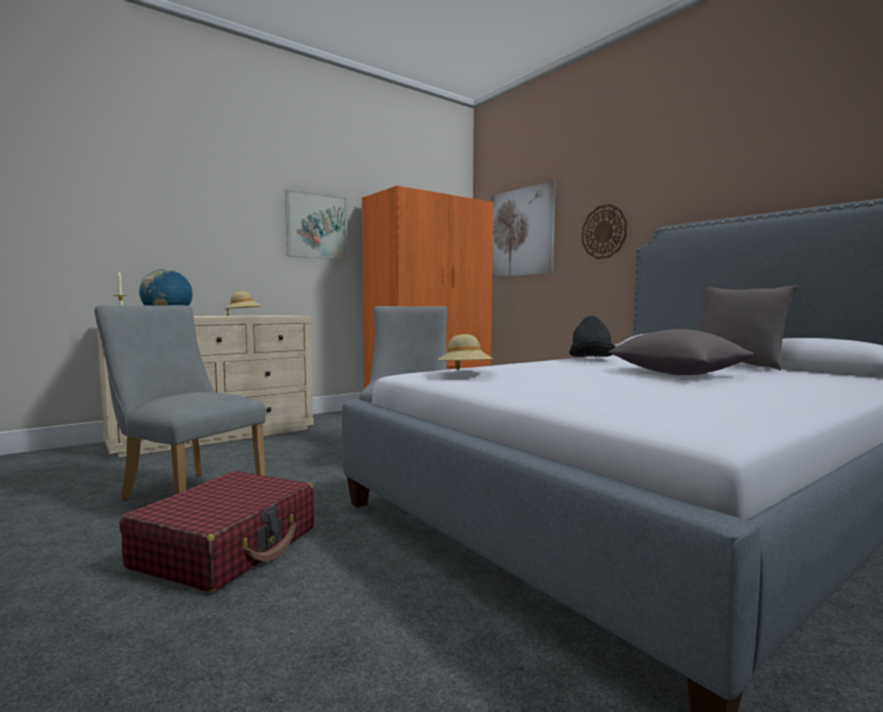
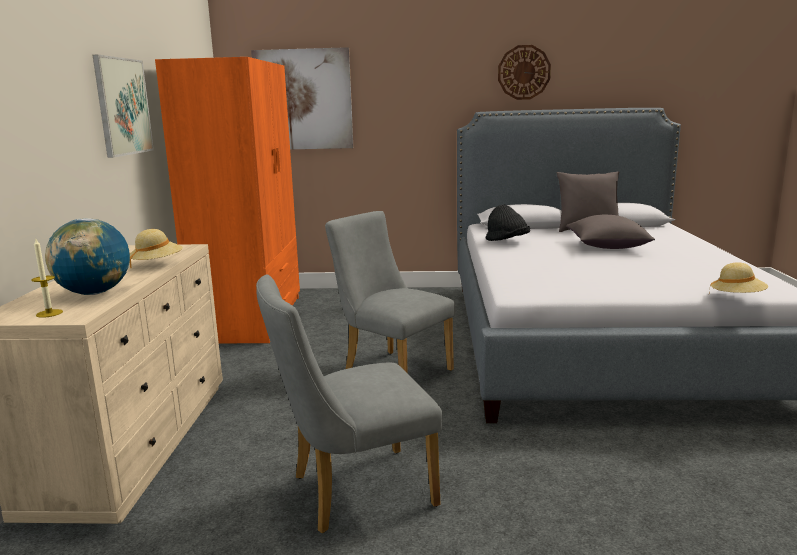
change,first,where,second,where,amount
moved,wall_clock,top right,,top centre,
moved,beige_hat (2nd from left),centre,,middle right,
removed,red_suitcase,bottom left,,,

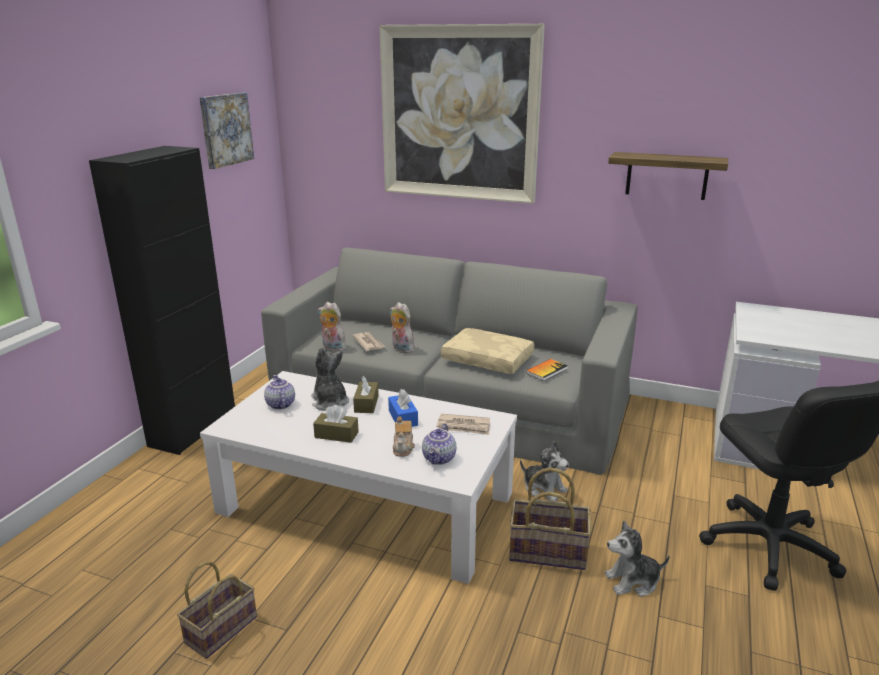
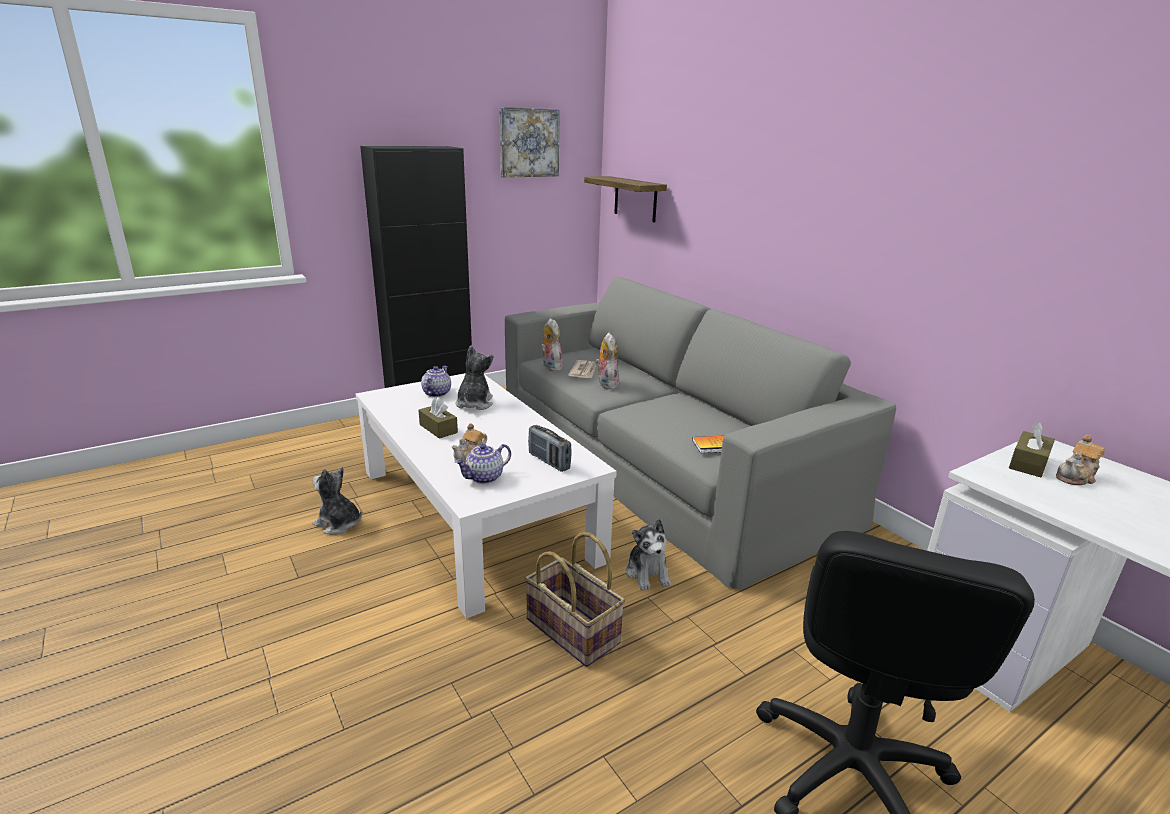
change,first,where,second,where,amount
moved,plush_toy (5th from left in the first image),bottom right,plush_toy (1st from left),middle left,
replaced,newspaper (2nd from left),centre,radio,centre,
moved,shelf,top right,,top centre,
moved,brown_tissue_box (2nd from left),centre,,middle right,
added,,,teapot (4th from left),middle right,
removed,basket (1st from left),bottom left,,,
removed,picture (2nd from left),top centre,,,
removed,blue_tissue_box,centre,,,
removed,beige_pillow,centre,,,

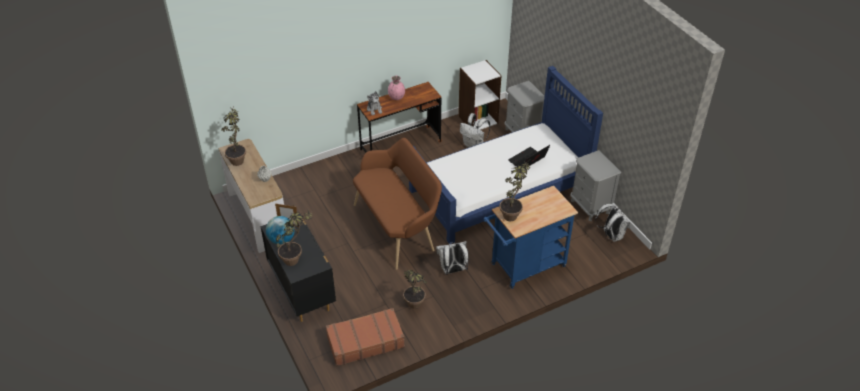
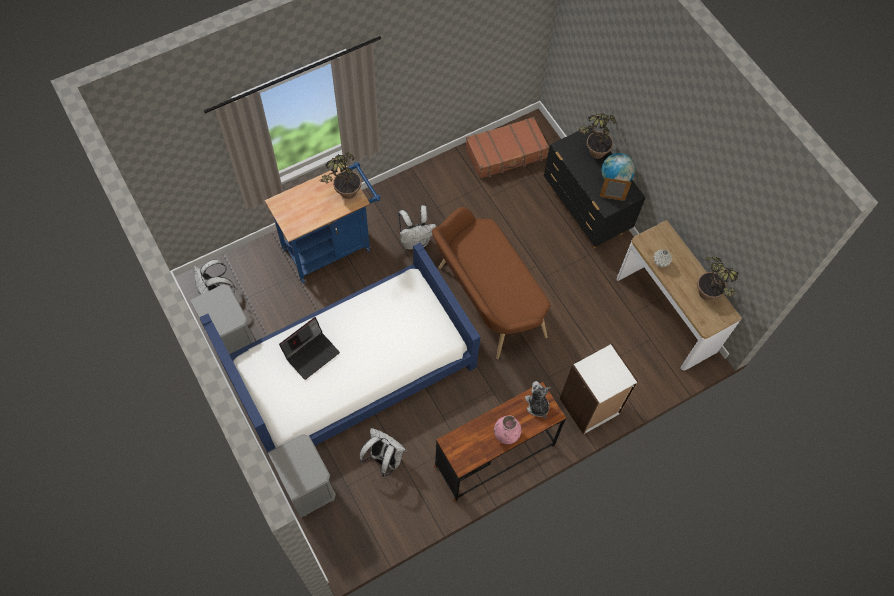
change,first,where,second,where,amount
moved,white_bookcase,top centre,,middle right,
removed,potted_plant (3rd from left),bottom centre,,,

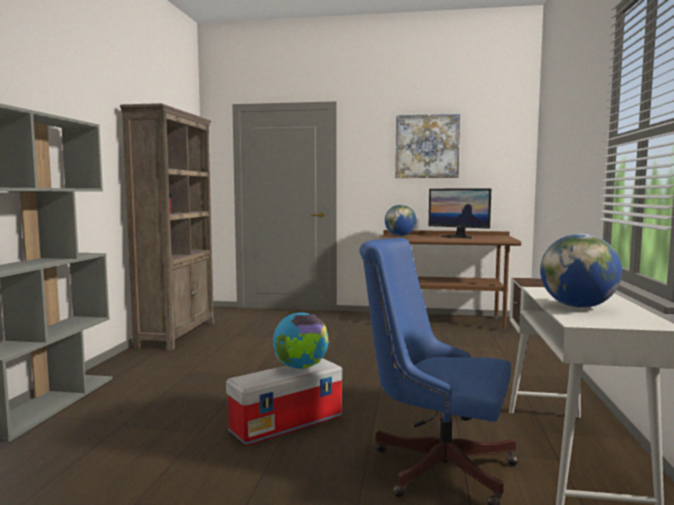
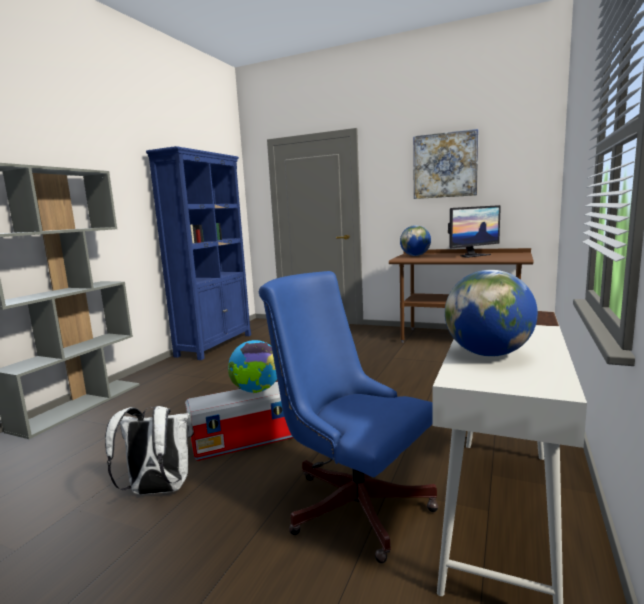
change,first,where,second,where,amount
added,,,white_backpack,bottom left,
recoloured,brown_bookcase,middle left,blue_bookcase,middle left,
turned,monitor,middle right,,middle right,75 degrees counterclockwise

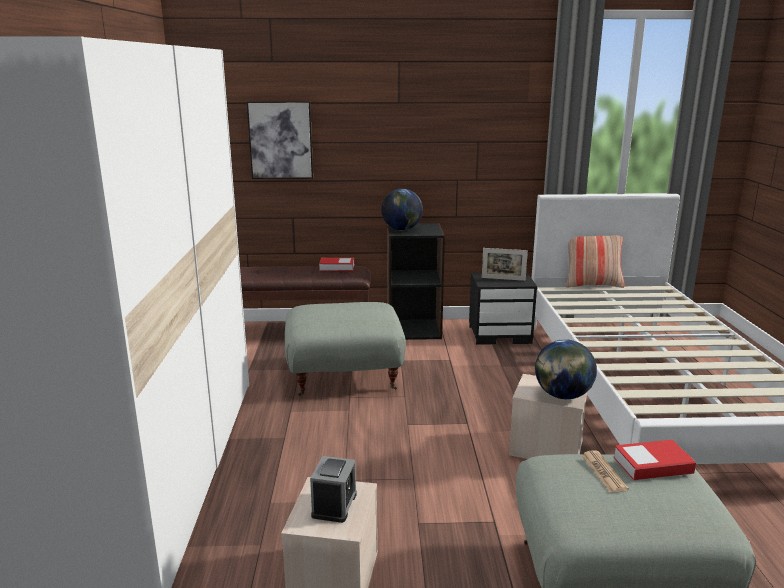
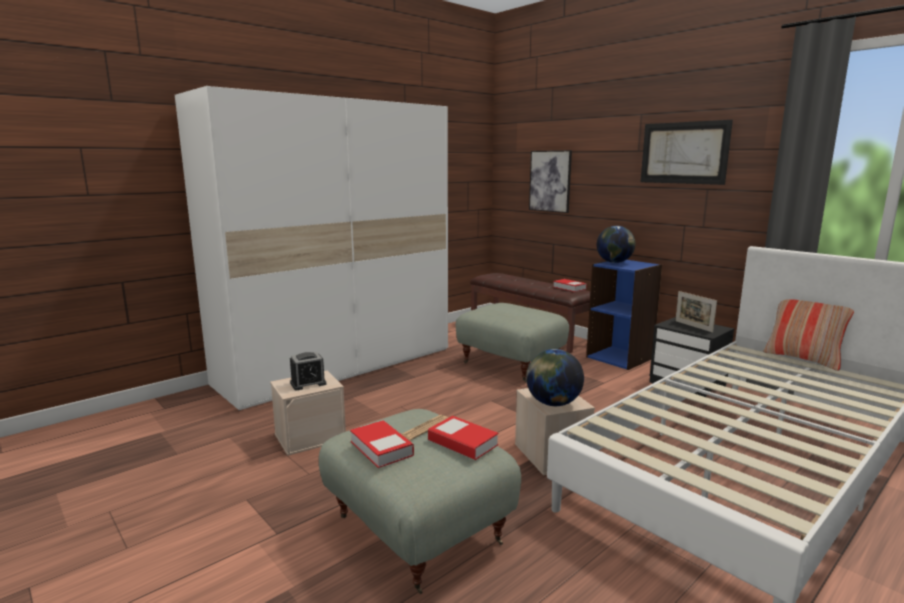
change,first,where,second,where,amount
added,,,book (1st from left),bottom centre,
recoloured,black_bookcase,centre,blue_bookcase,middle right,
added,,,picture (2nd from left),top right,

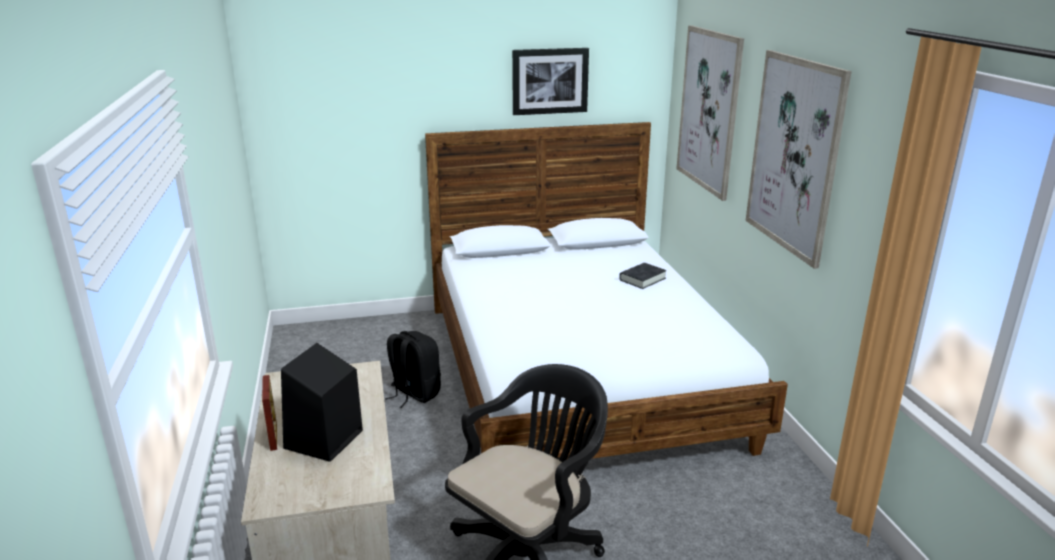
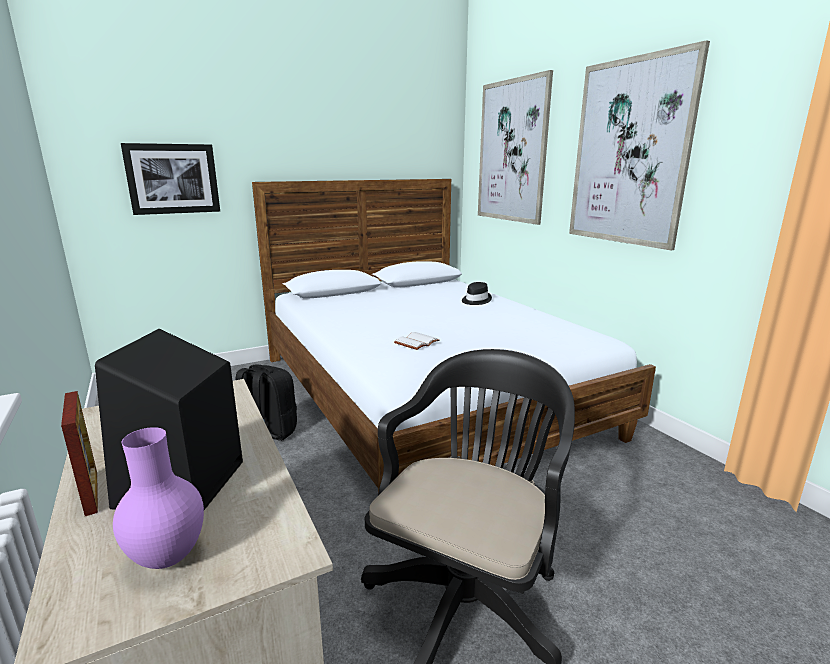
change,first,where,second,where,amount
added,,,purple_vase,bottom left,
moved,picture (1st from left),top centre,,top left,
added,,,white_book,centre,
replaced,black_book,centre,black_hat,centre,

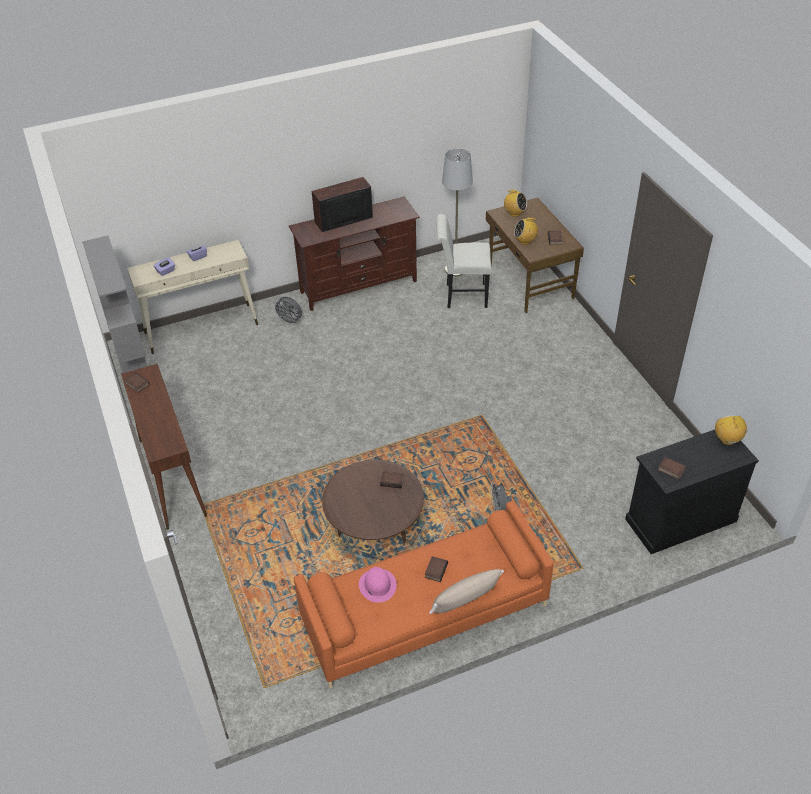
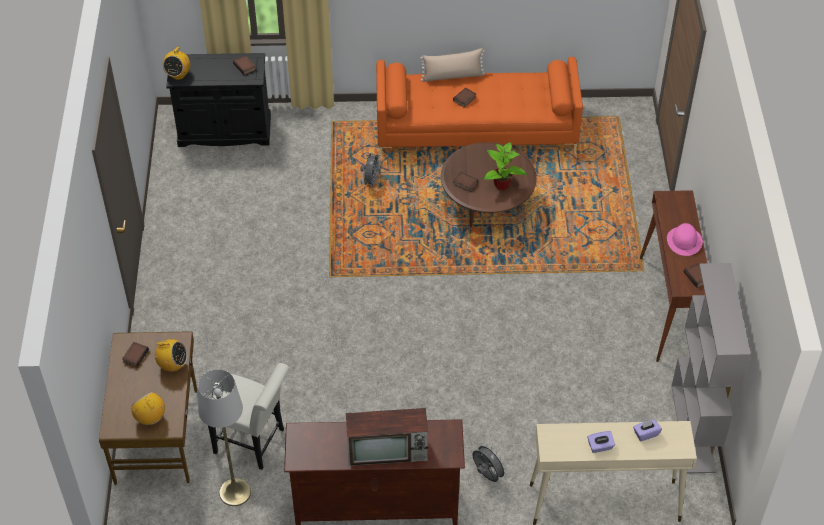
change,first,where,second,where,amount
added,,,potted_plant,top centre,
moved,pink_hat,bottom centre,,middle right,

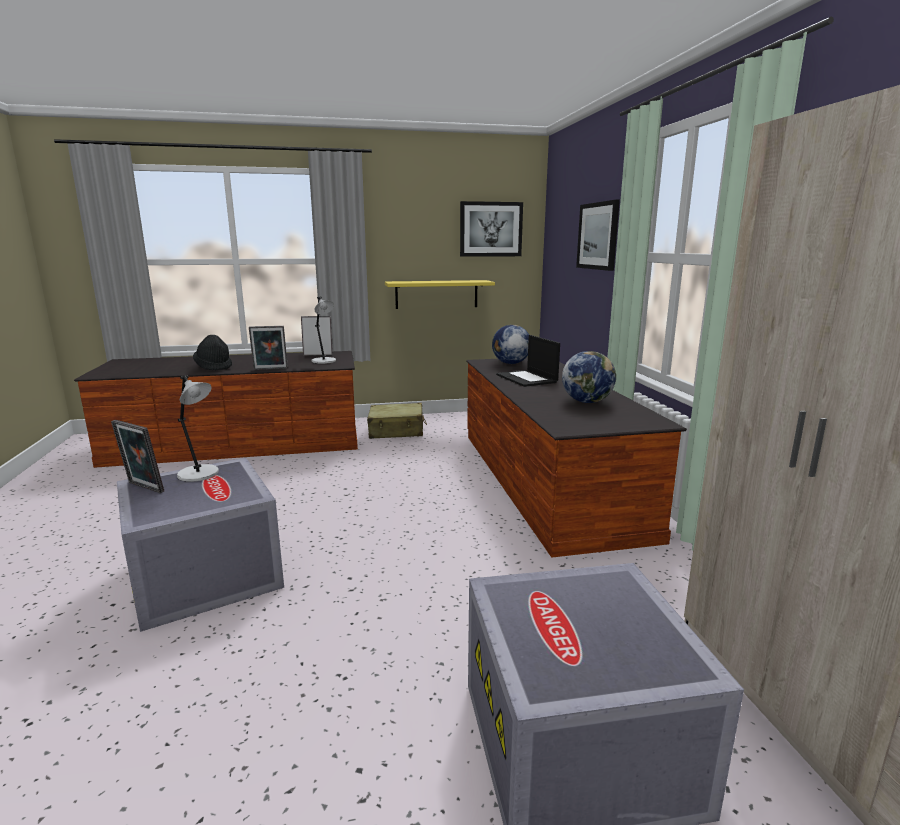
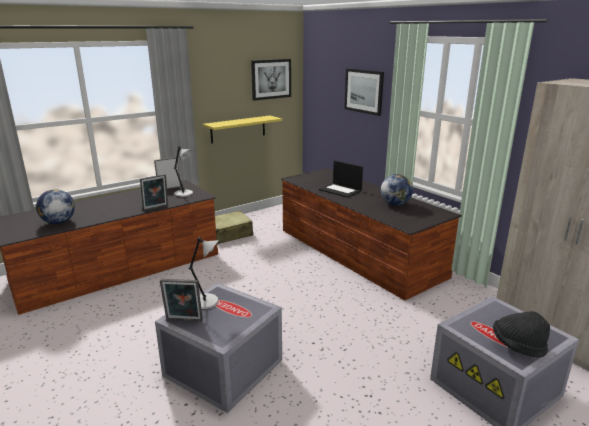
change,first,where,second,where,amount
moved,globe (1st from left),centre,,middle left,
moved,black_hat,middle left,,bottom right,

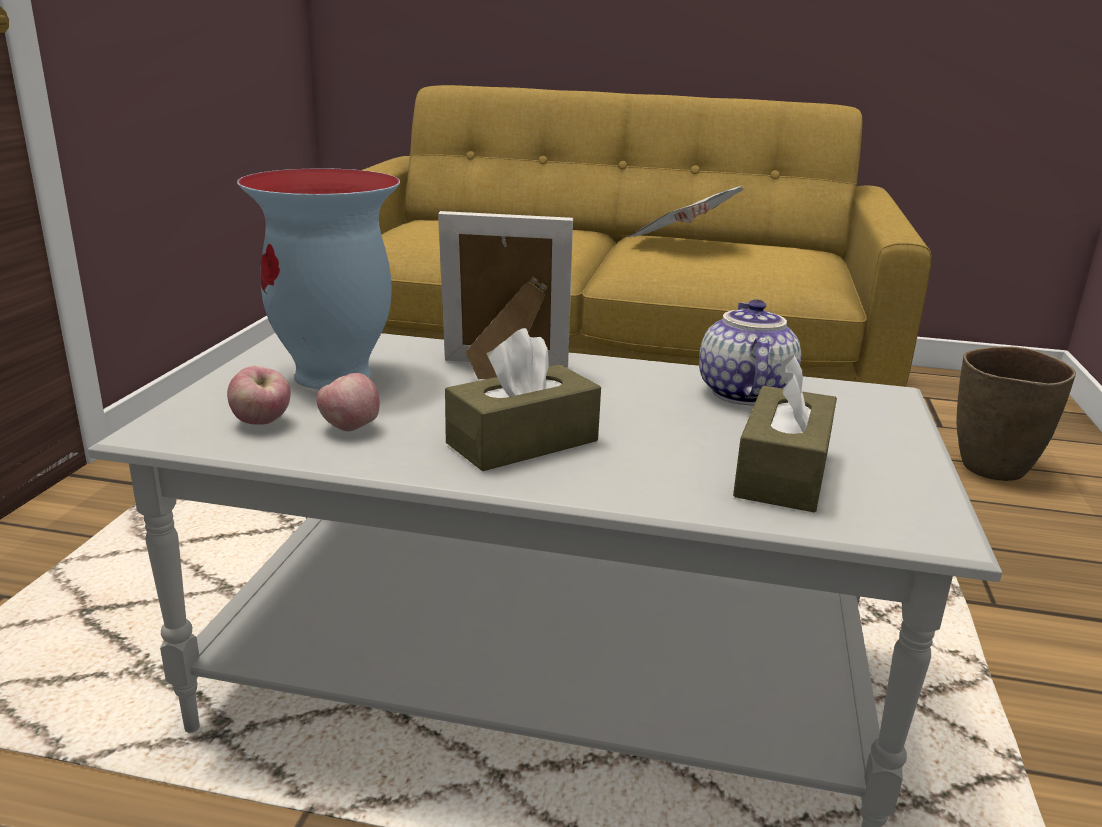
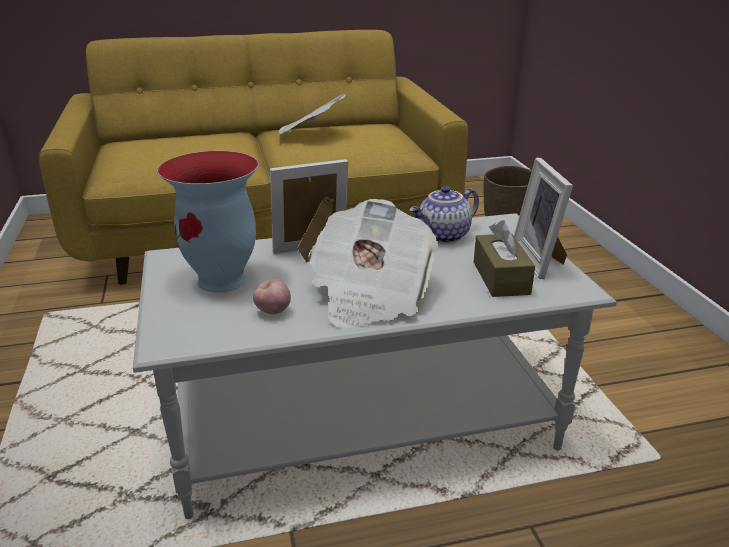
change,first,where,second,where,amount
replaced,brown_tissue_box (1st from left),centre,newspaper (2nd from left),centre,
turned,teapot,middle right,,centre,105 degrees counterclockwise
added,,,picture_frame (2nd from left),middle right,
removed,apple (1st from left),middle left,,,

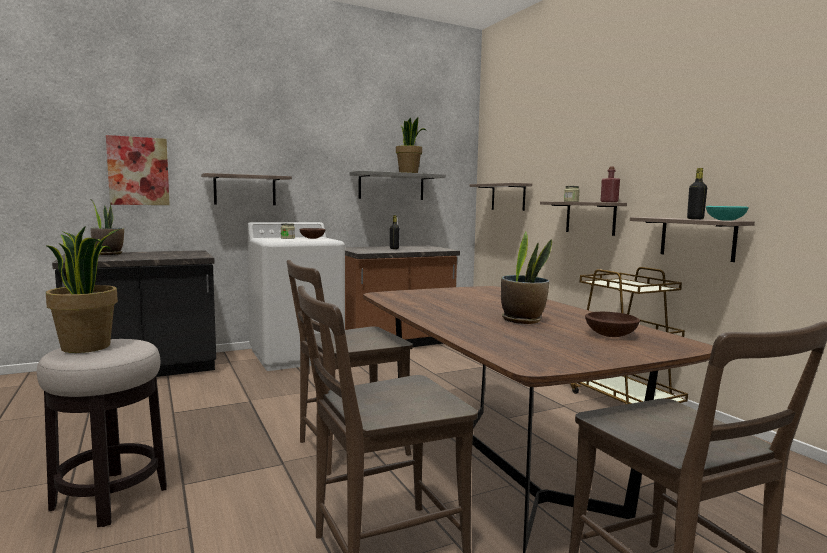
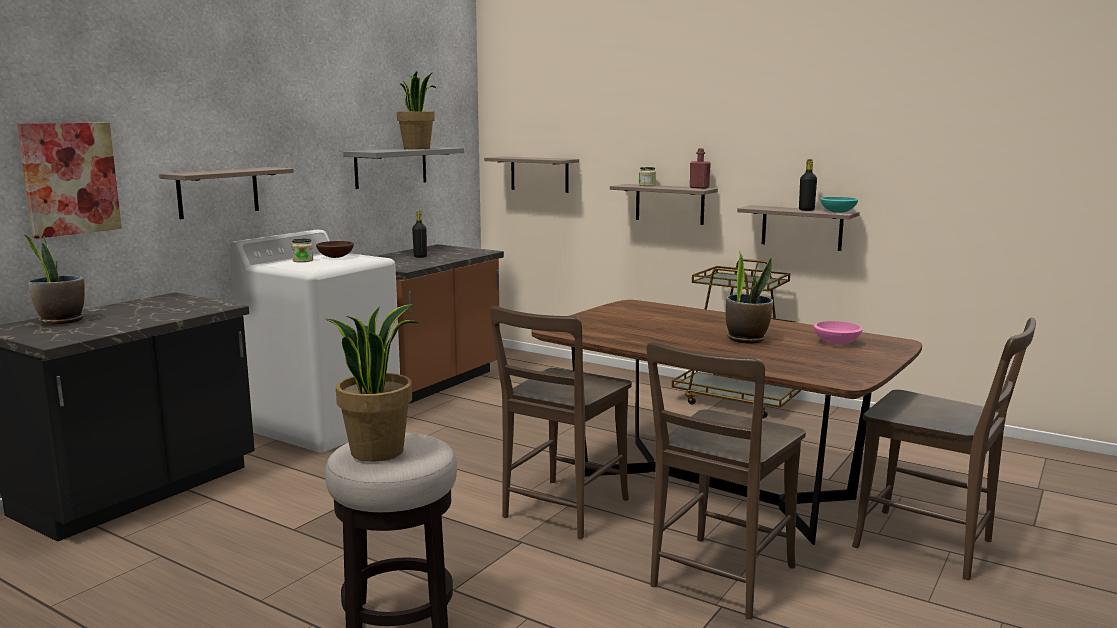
change,first,where,second,where,amount
recoloured,brown_bowl (2nd from left),middle right,pink_bowl,middle right,

